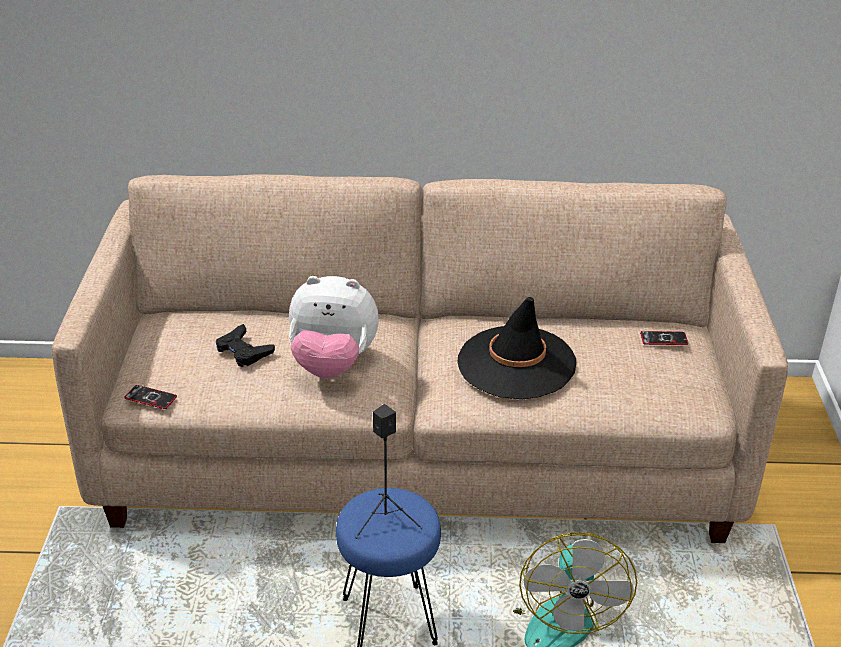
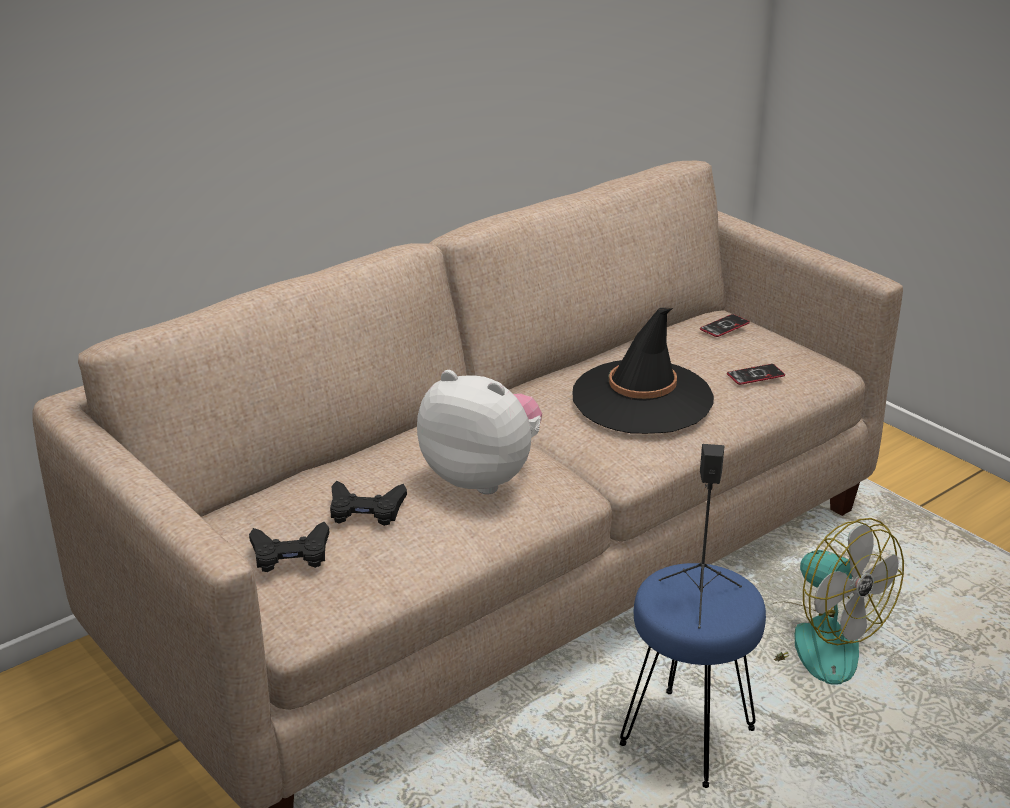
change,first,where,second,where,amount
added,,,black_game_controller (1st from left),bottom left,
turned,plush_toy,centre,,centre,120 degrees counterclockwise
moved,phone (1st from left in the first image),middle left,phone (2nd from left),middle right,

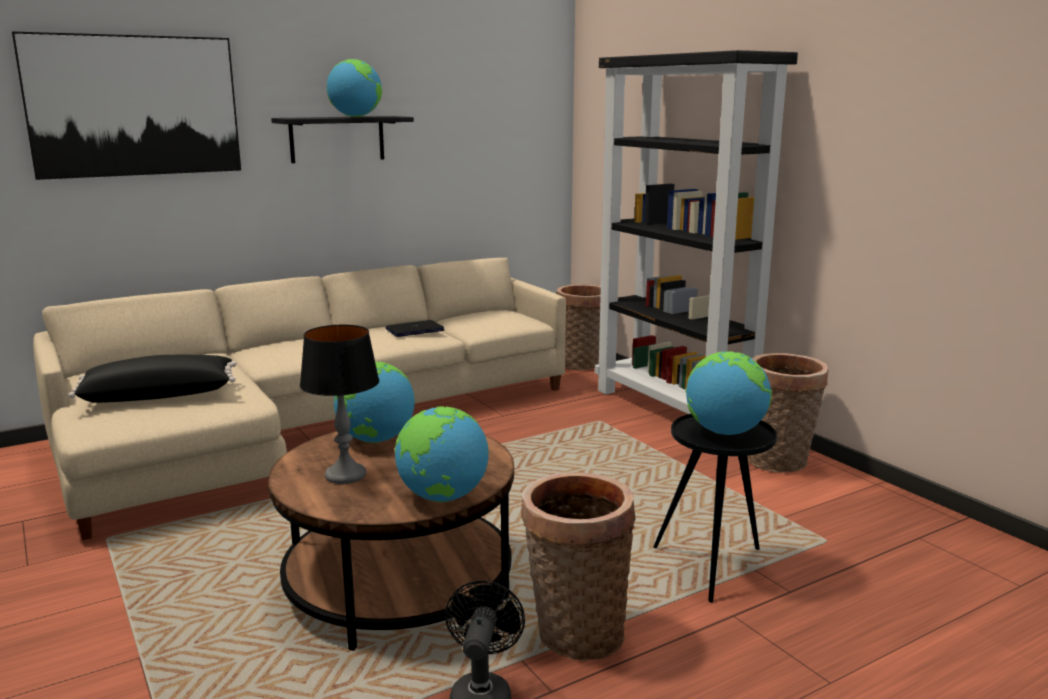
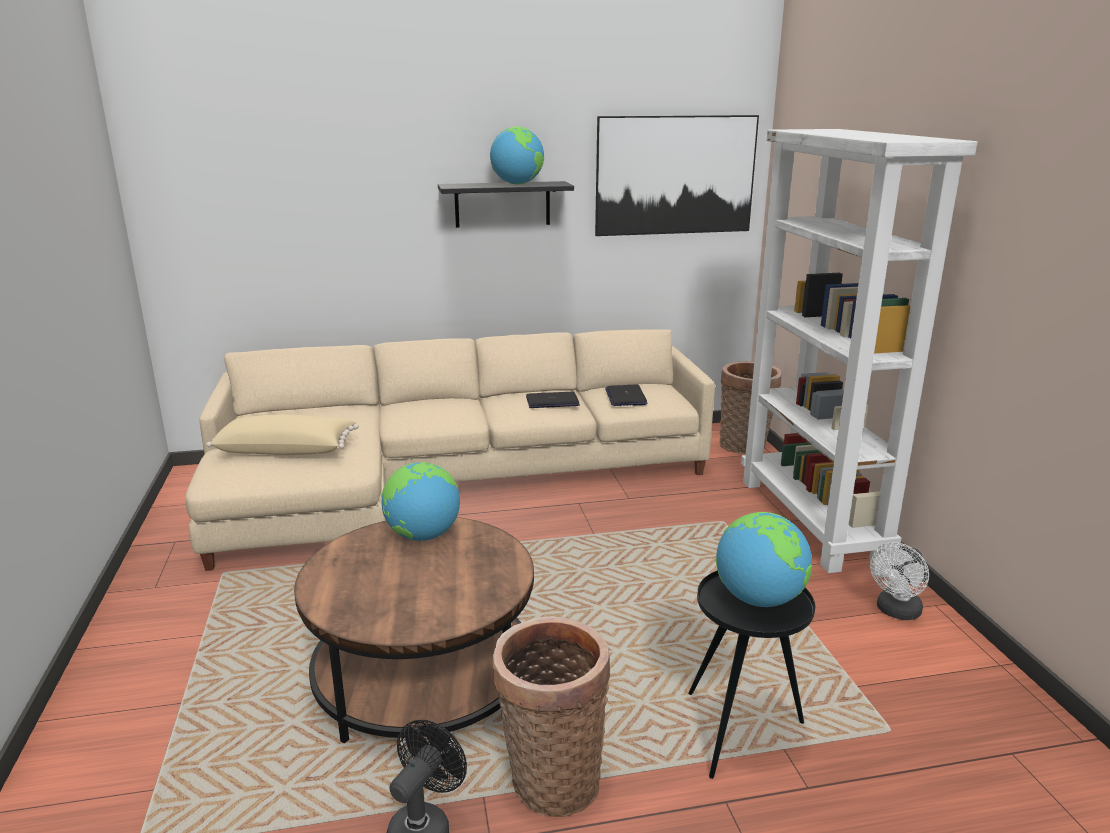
change,first,where,second,where,amount
recoloured,black_pillow,middle left,beige_pillow,middle left,
moved,picture,top left,,top centre,
added,,,laptop (2nd from left),centre,
recoloured,black_bookcase,top centre,white_bookcase,middle right,
replaced,basket (3rd from left),middle right,white_fan,bottom right,
removed,table_lamp,middle left,,,
removed,globe (3rd from left),centre,,,

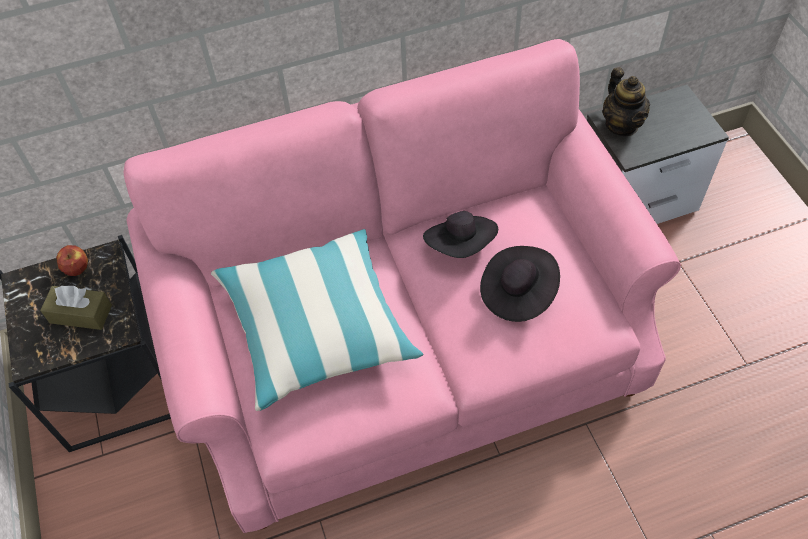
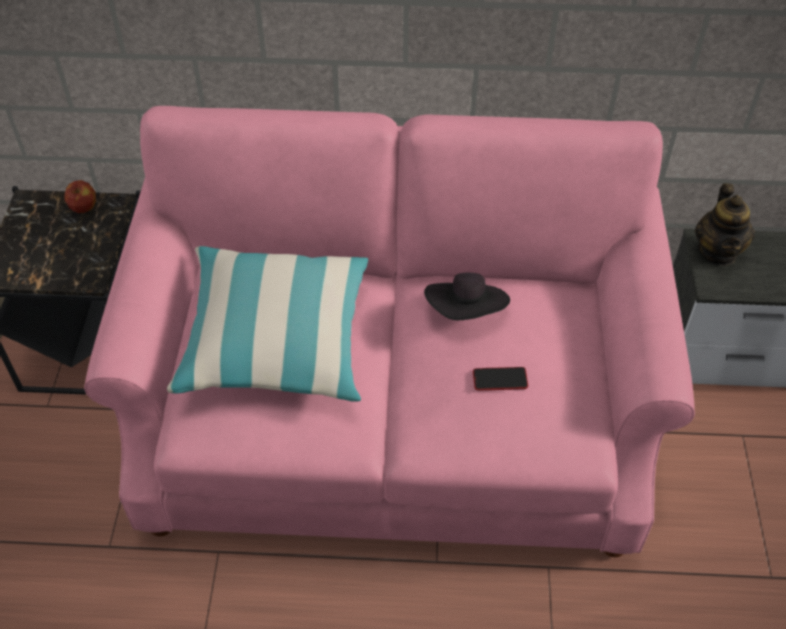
change,first,where,second,where,amount
replaced,black_hat (2nd from left),centre,phone,centre,
removed,brown_tissue_box,middle left,,,

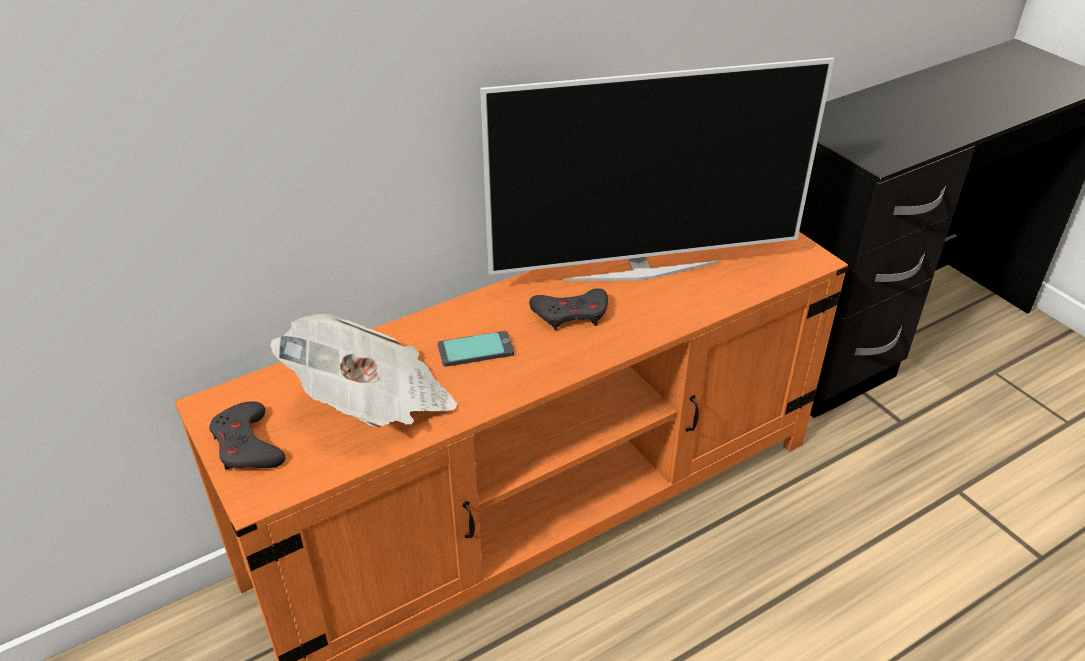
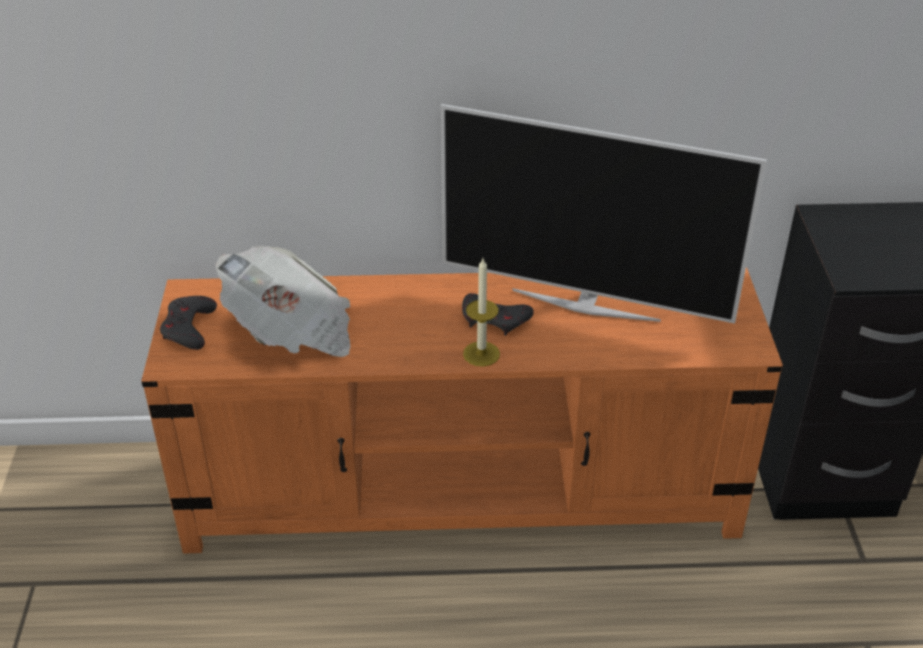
change,first,where,second,where,amount
added,,,candle,centre,
removed,phone,centre,,,

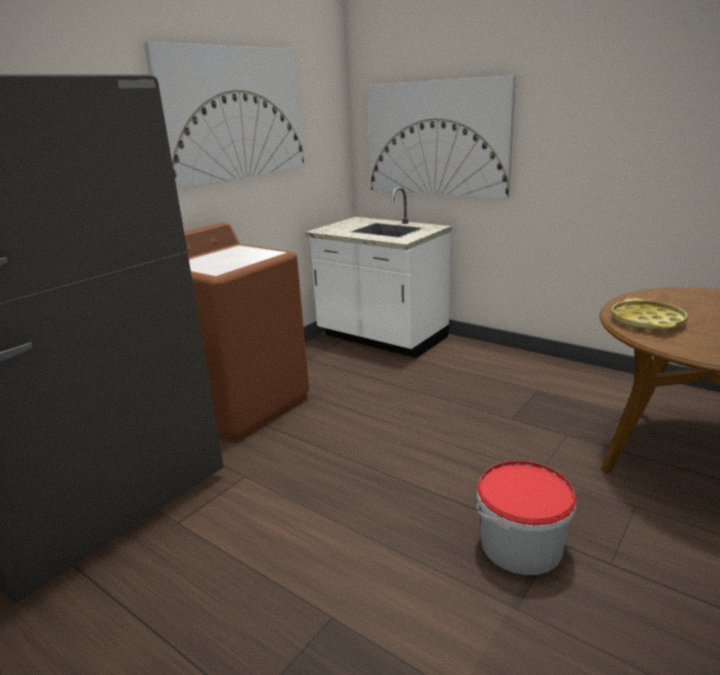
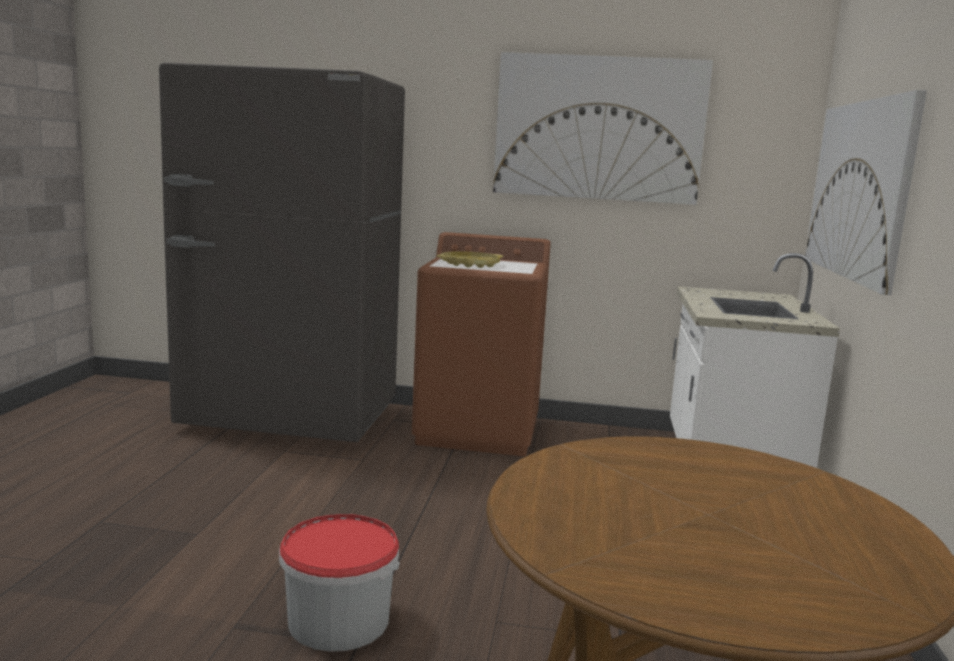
change,first,where,second,where,amount
moved,yellow_tray,middle right,,centre,

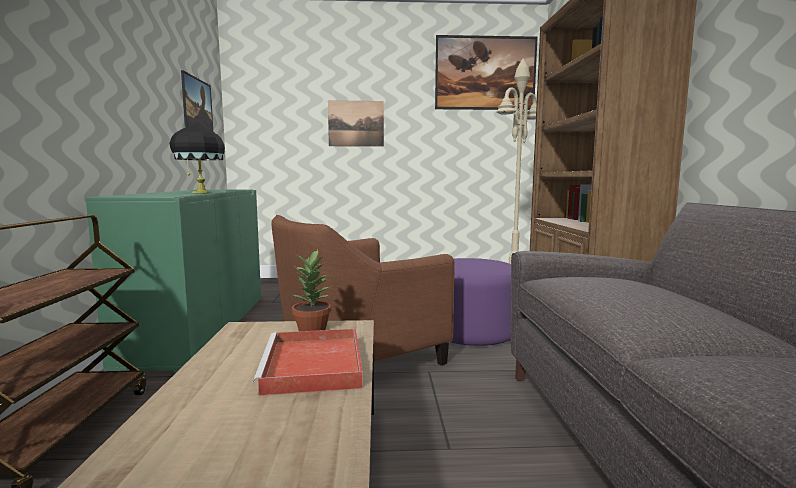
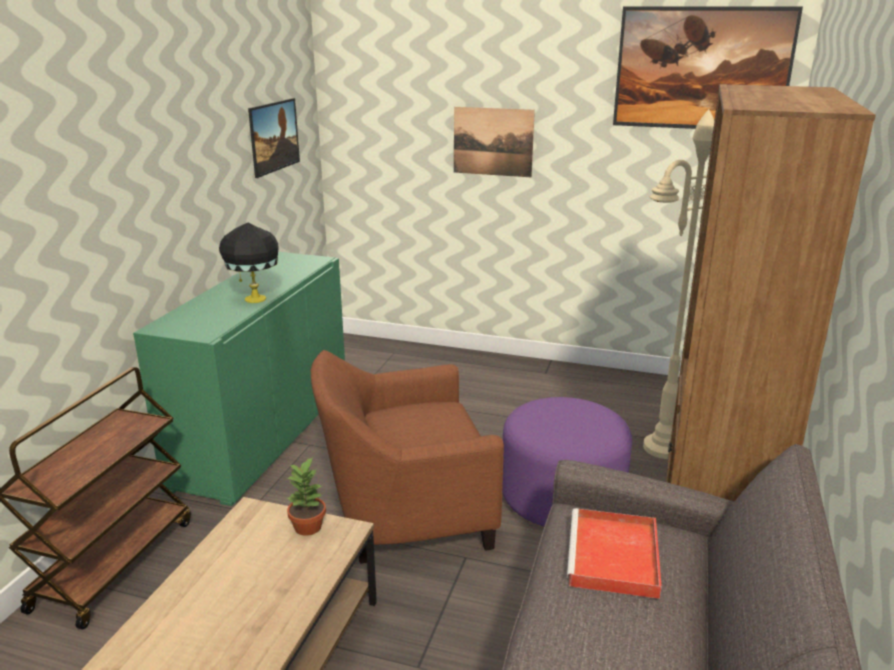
change,first,where,second,where,amount
moved,red_tray,bottom centre,,bottom right,

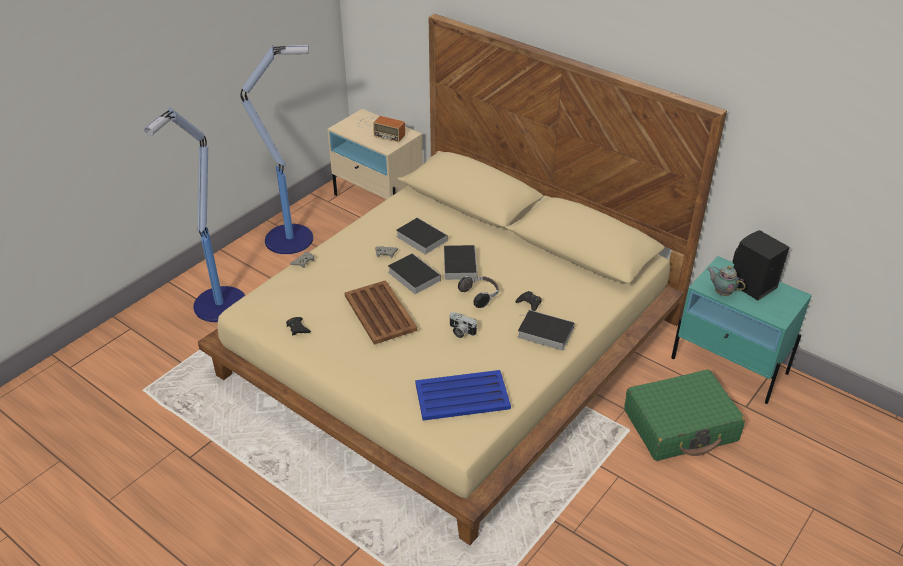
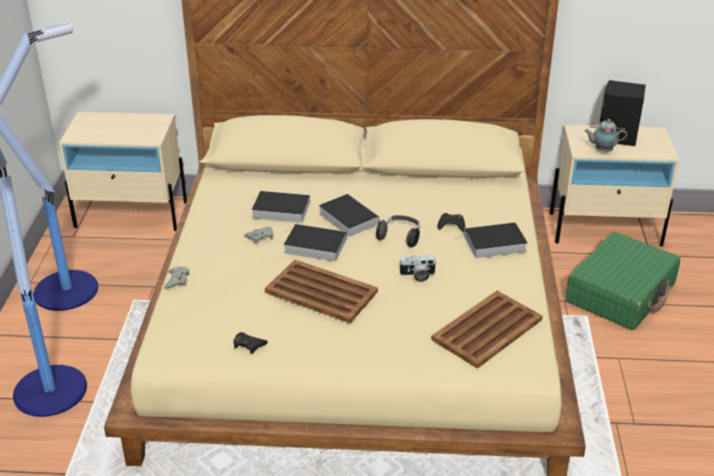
change,first,where,second,where,amount
recoloured,blue_tray,bottom centre,brown_tray (2nd from left),bottom right,
recoloured,turquoise_nightstand,middle right,beige_nightstand (2nd from left),middle right,
removed,radio,top centre,,,

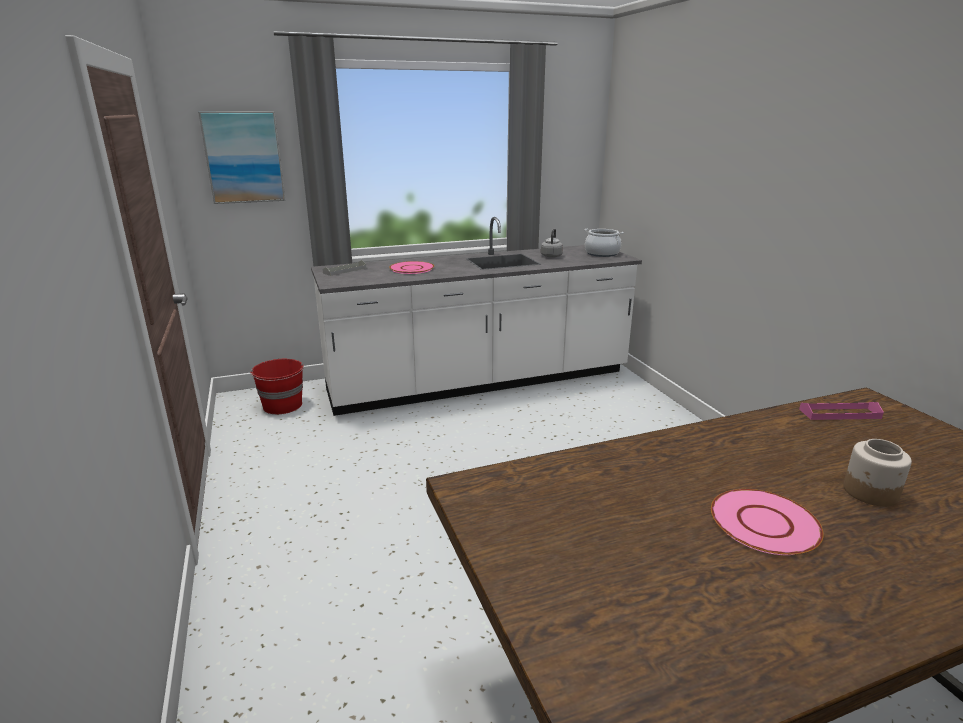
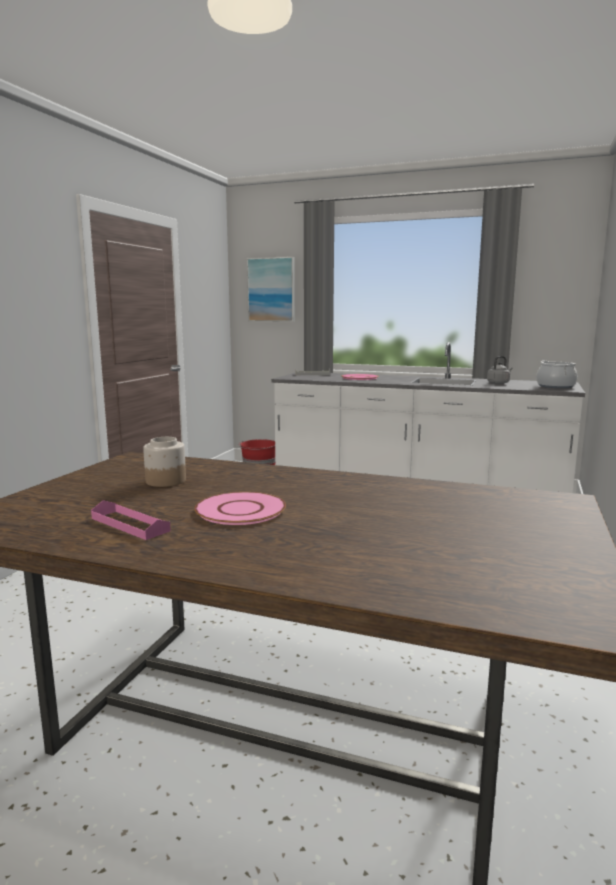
change,first,where,second,where,amount
moved,pink_tray,middle right,,middle left,
moved,jar,middle right,,middle left,

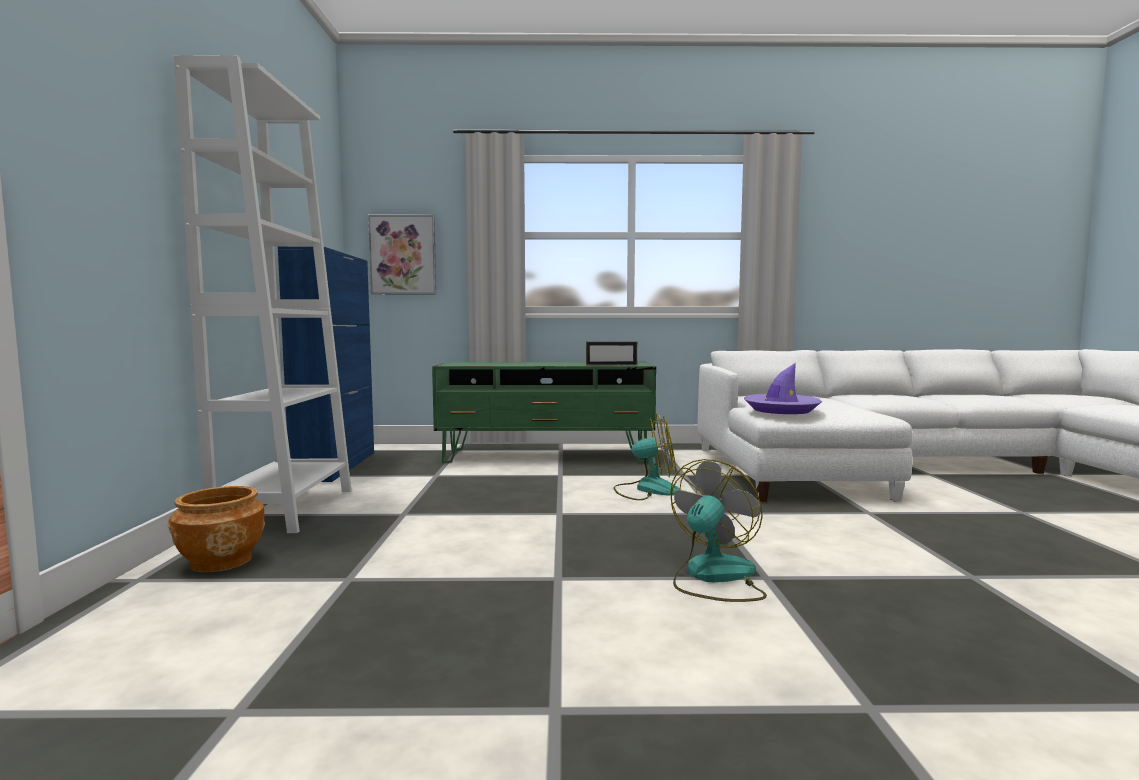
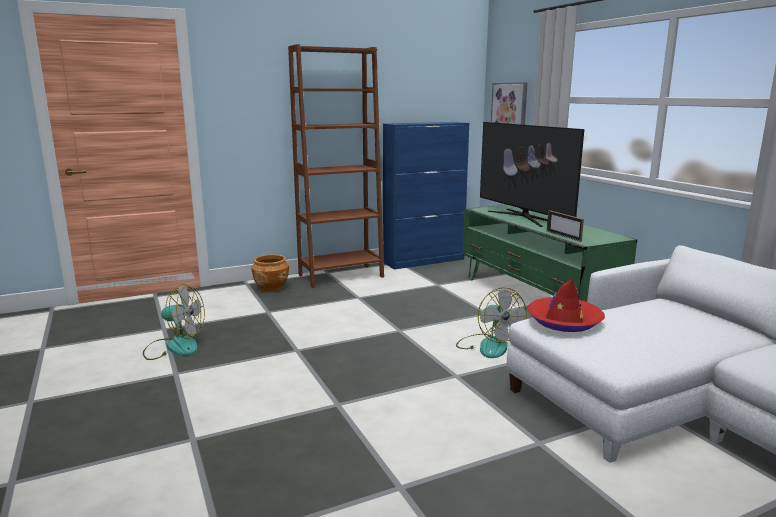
change,first,where,second,where,amount
moved,fan (2nd from left in the first image),bottom centre,fan (1st from left),middle left,
recoloured,white_bookcase,middle left,brown_bookcase,top centre,
added,,,television,middle right,
recoloured,purple_hat,middle right,red_hat,middle right,

